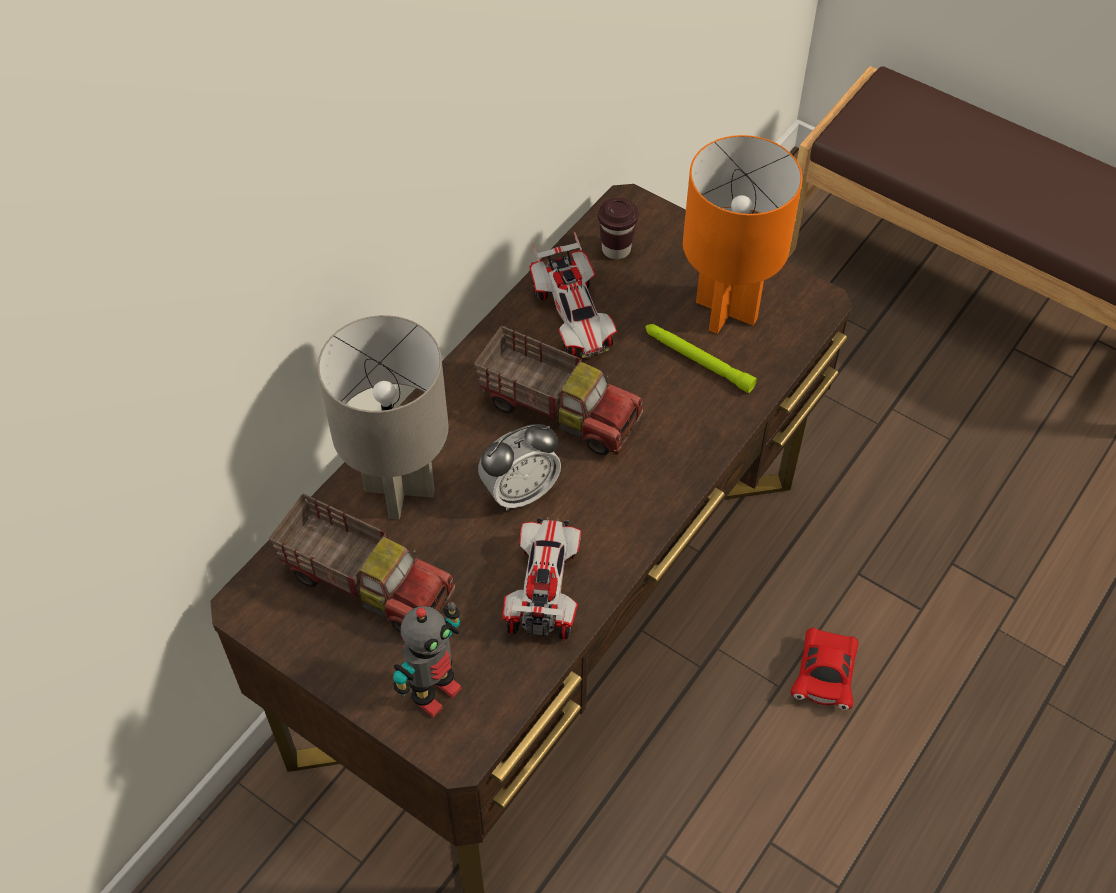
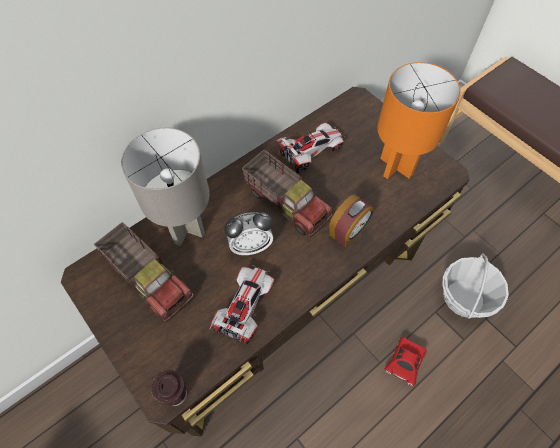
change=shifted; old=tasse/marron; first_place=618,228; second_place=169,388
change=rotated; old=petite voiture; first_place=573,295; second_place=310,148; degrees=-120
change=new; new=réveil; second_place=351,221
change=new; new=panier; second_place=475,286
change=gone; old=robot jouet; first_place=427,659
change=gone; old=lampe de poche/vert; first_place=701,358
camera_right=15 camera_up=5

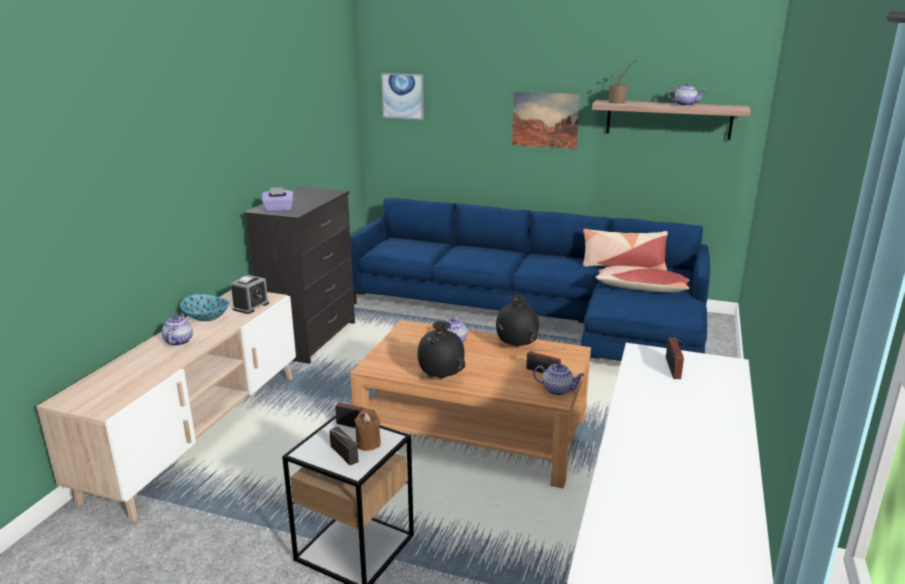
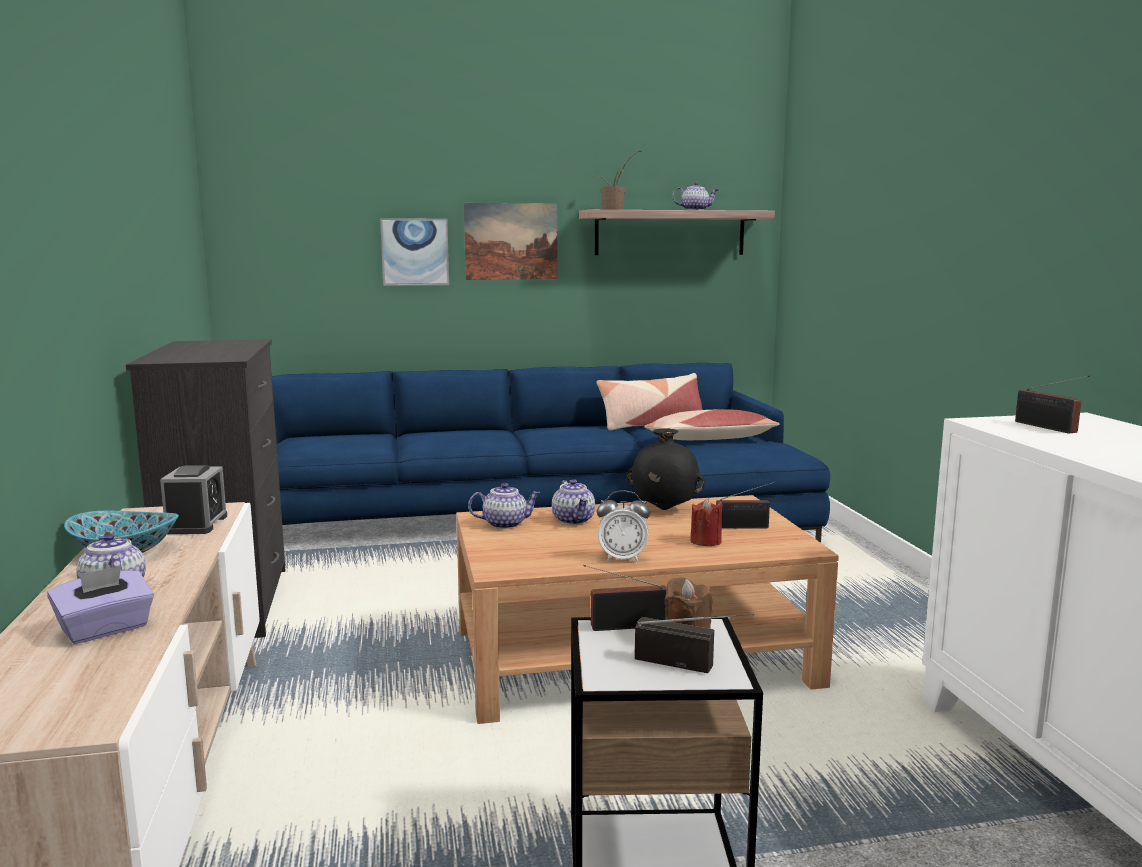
change=shifted; old=boîte à mouchoirs/violet; first_place=277,199; second_place=100,605
change=shifted; old=tableau; first_place=402,96; second_place=414,252
change=shifted; old=théière; first_place=558,379; second_place=504,506
change=swapped; old=vase/noir; new=réveil; first_place=441,350; second_place=623,526
change=new; new=bougie/rouge; second_place=707,521
camera_right=-30 camera_up=-10

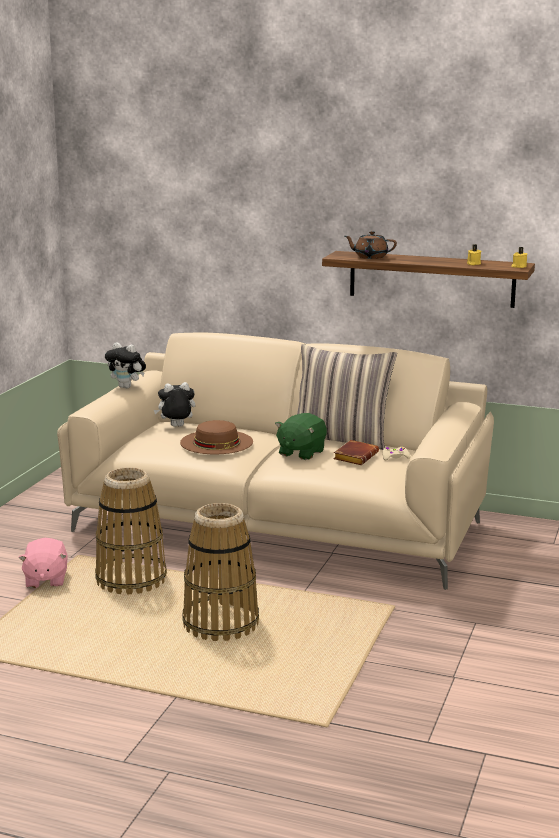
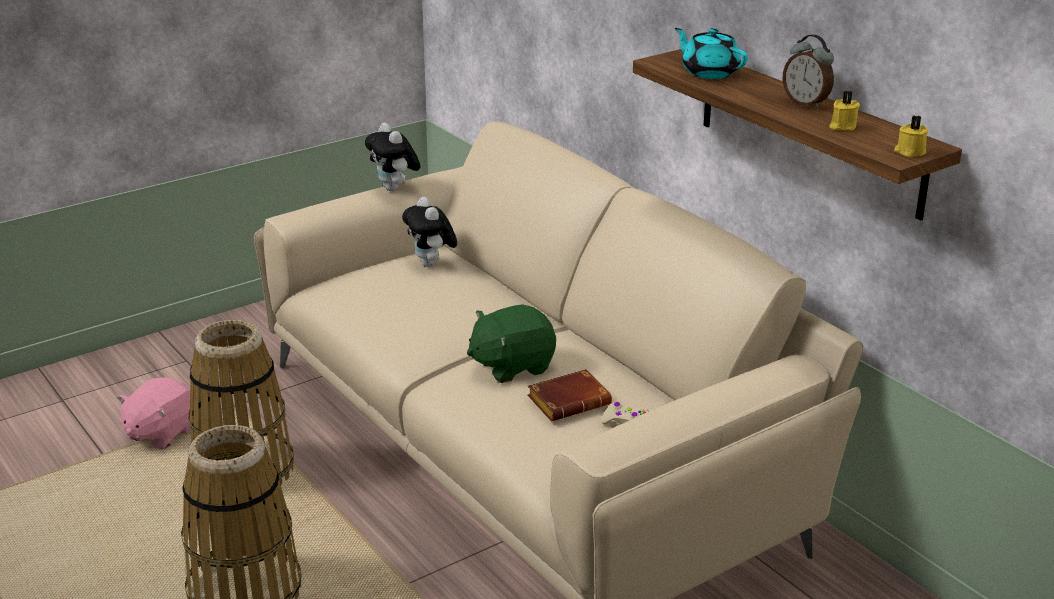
change=rotated; old=peluche; first_place=174,404; second_place=429,232; degrees=-135
change=repainted; old=théière/marron; new=théière/turquoise; first_place=371,245; second_place=711,53
change=new; new=réveil; second_place=808,71
change=gone; old=chapeau/marron; first_place=216,437
change=gone; old=coussin; first_place=347,397
camera_right=35 camera_up=10

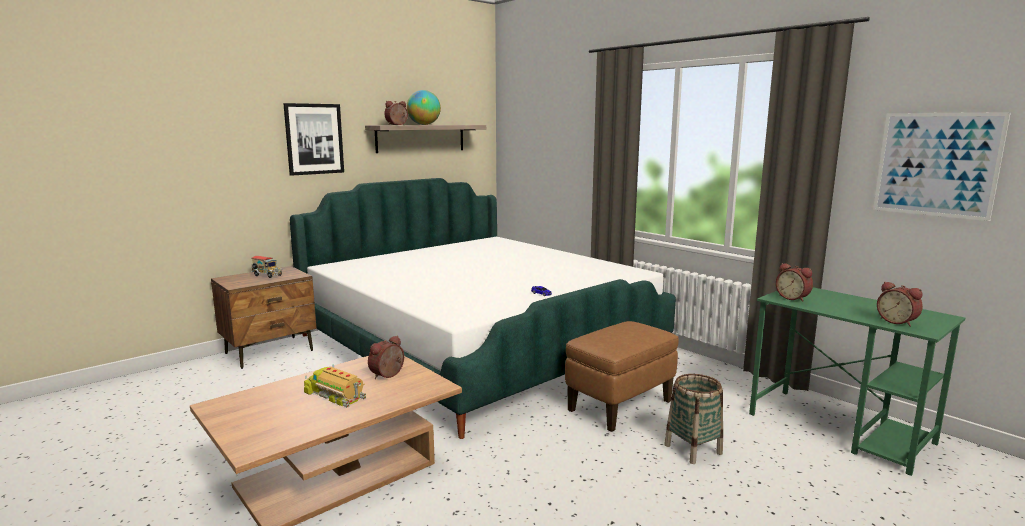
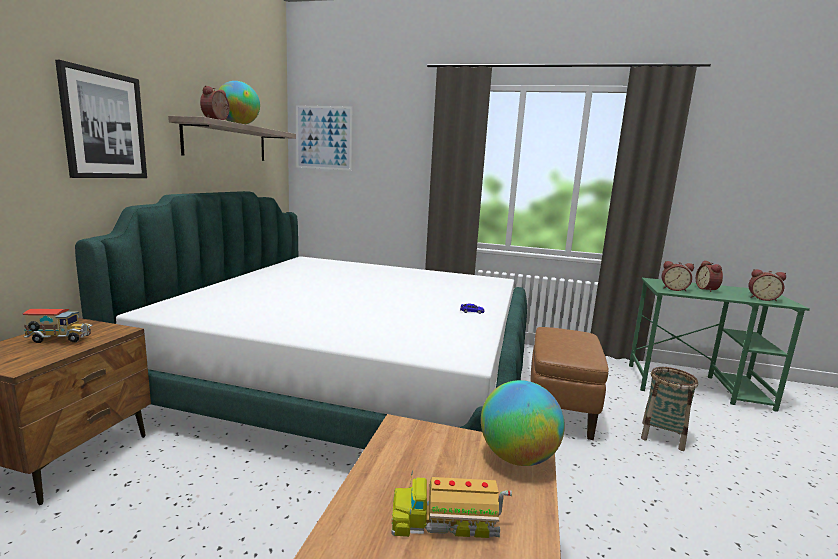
change=shifted; old=tableau; first_place=942,166; second_place=324,138
change=new; new=globe; second_place=523,423
change=shifted; old=réveil; first_place=386,357; second_place=709,276
camera_right=-35 camera_up=0

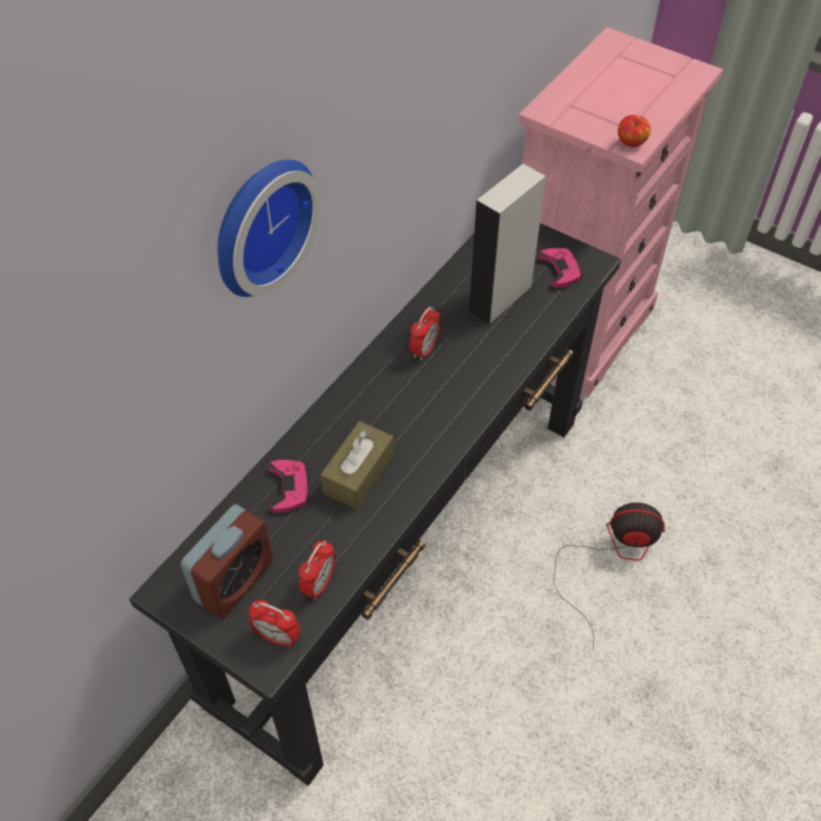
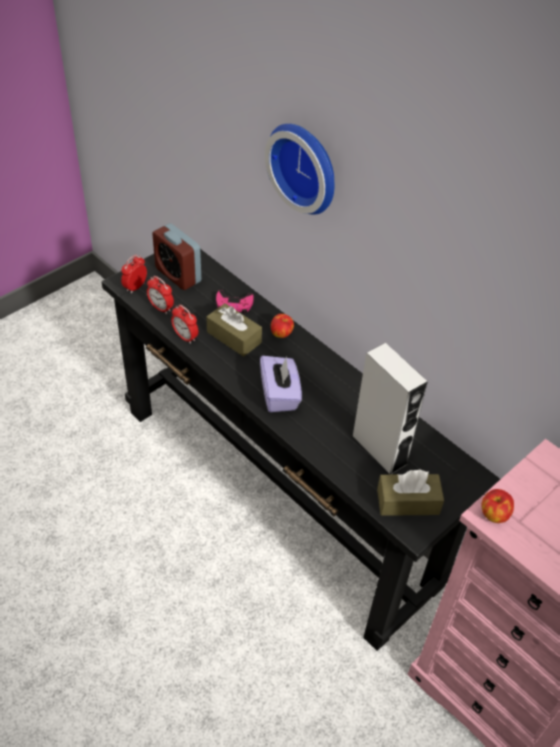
change=shifted; old=réveil; first_place=424,334; second_place=184,324
change=new; new=boîte à mouchoirs/violet; second_place=281,384
change=new; new=pomme; second_place=282,326
change=swapped; old=manette/rose; new=boîte à mouchoirs/marron; first_place=561,268; second_place=410,492
change=gone; old=ventilateur; first_place=609,575
camera_right=100 camera_up=-5

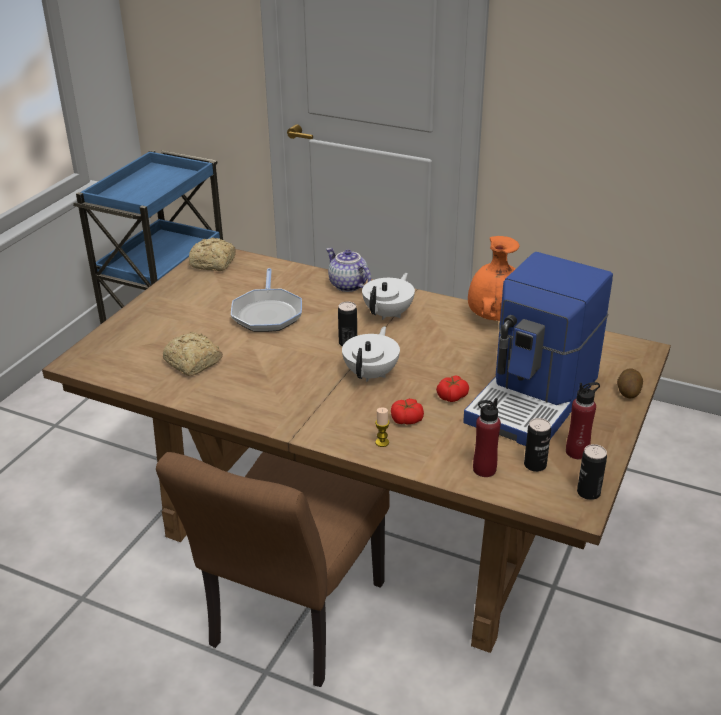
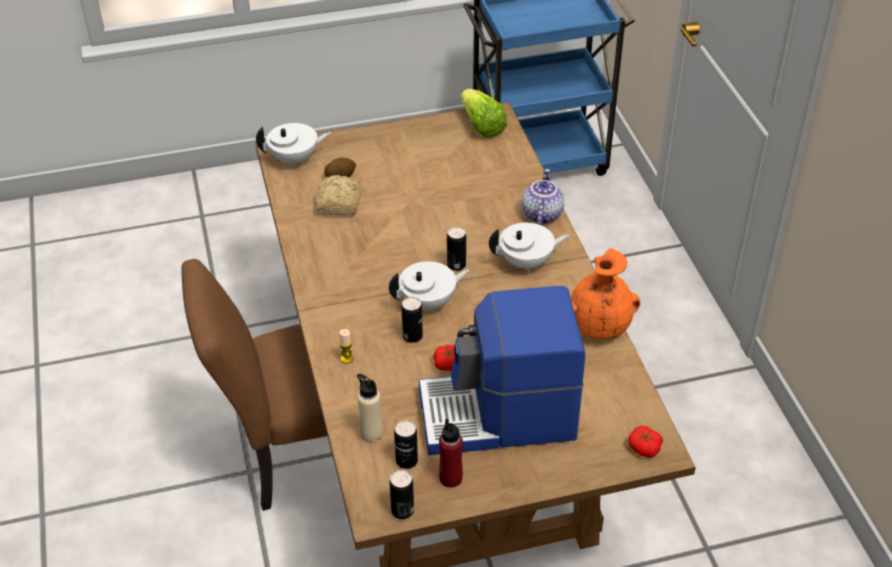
change=new; new=théière/blanc; second_place=293,145
change=shifted; old=pomme de terre; first_place=630,383; second_place=340,167
change=repainted; old=bouteille/rouge; new=bouteille/beige; first_place=487,437; second_place=370,408
change=new; new=boîte métallique; second_place=412,320
change=swapped; old=pain; new=laitue; first_place=212,254; second_place=484,113
change=shifted; old=tomate; first_place=407,411; second_place=645,442
change=gone; old=poêle; first_place=266,300
camera_right=50 camera_up=10

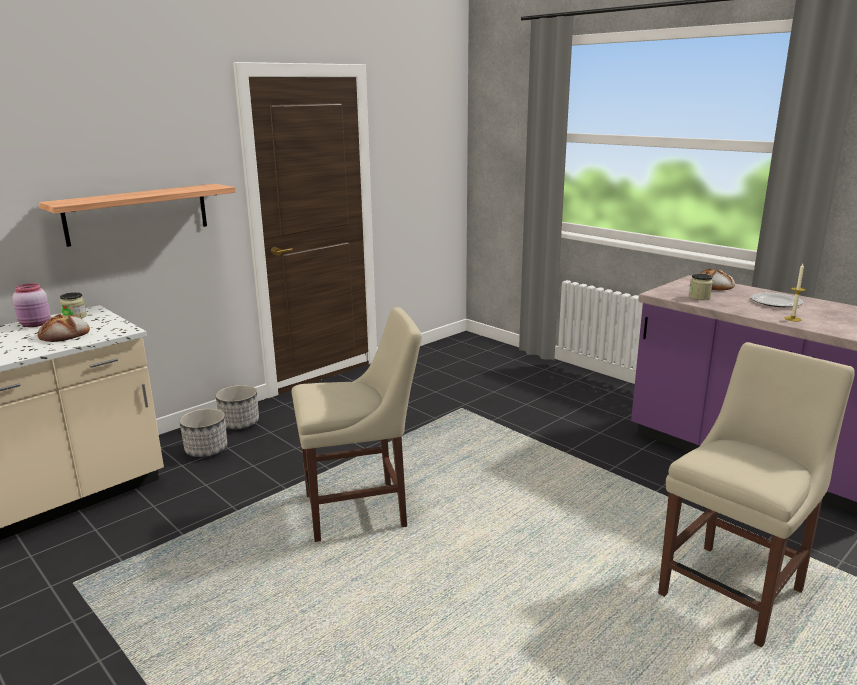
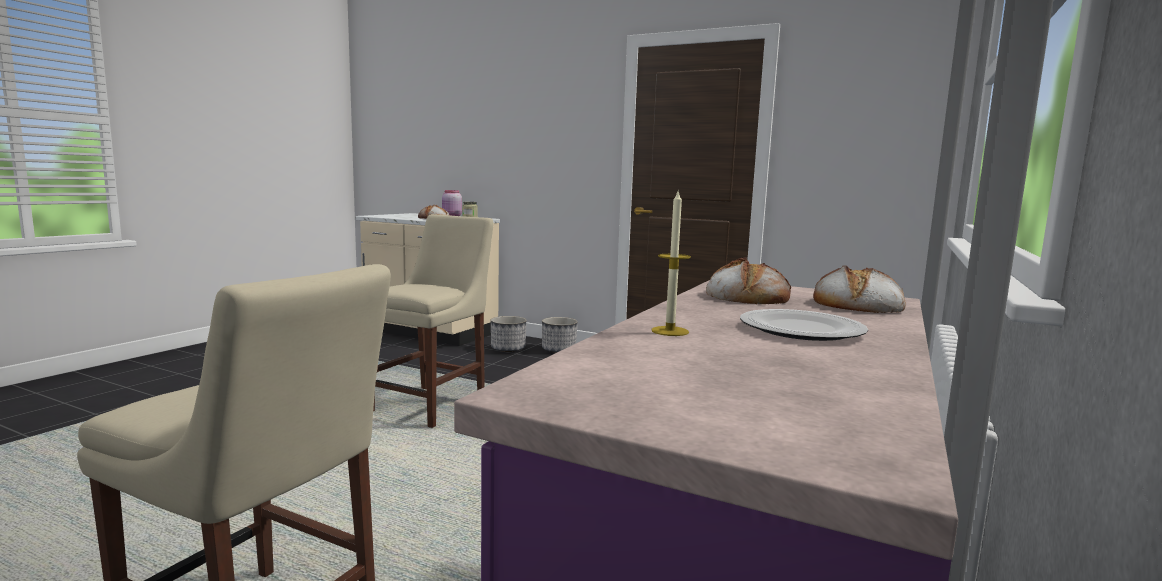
change=rotated; old=chaise/beige; first_place=357,424; second_place=433,321; degrees=-120
change=swapped; old=bocal; new=pain; first_place=701,286; second_place=748,280
change=gone; old=étagère; first_place=137,215
camera_right=70 camera_up=-10

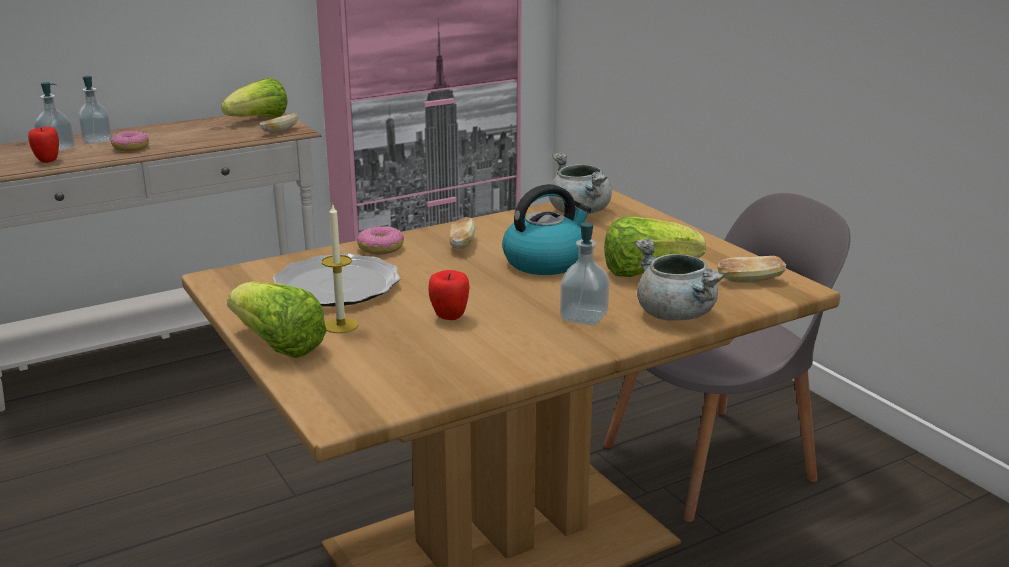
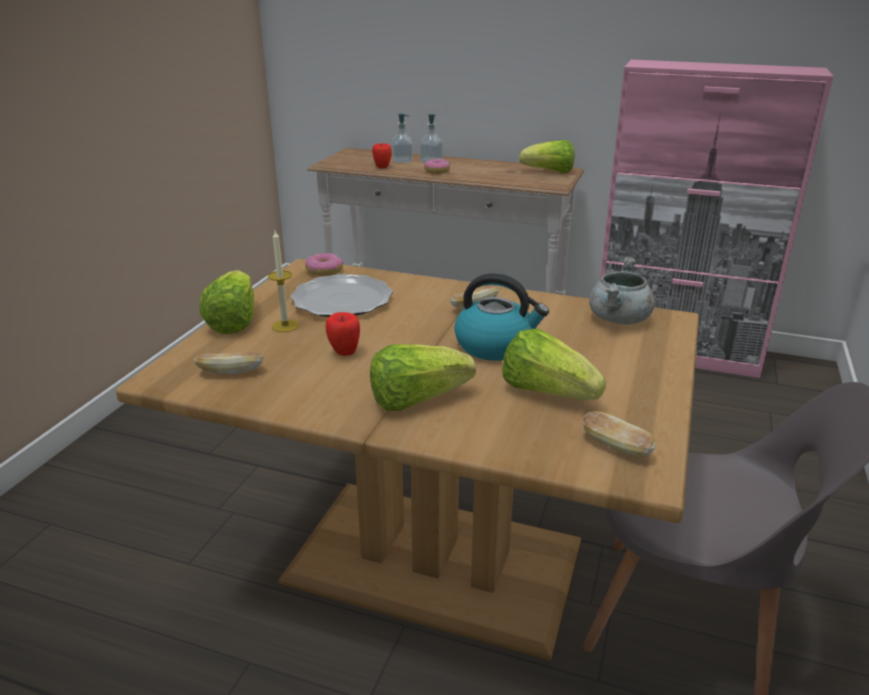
change=shifted; old=pain; first_place=278,122; second_place=229,363
change=shifted; old=beignet; first_place=380,240; second_place=324,264
change=swapped; old=distributeur de savon; new=laitue; first_place=584,274; second_place=423,377
change=gone; old=marmite/gris; first_place=679,279
camera_right=50 camera_up=5

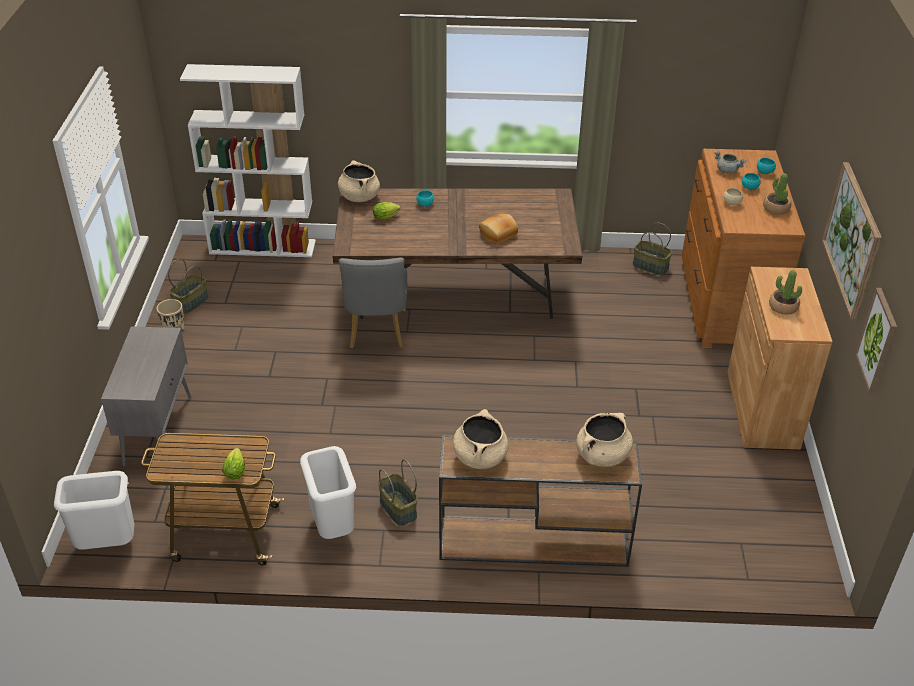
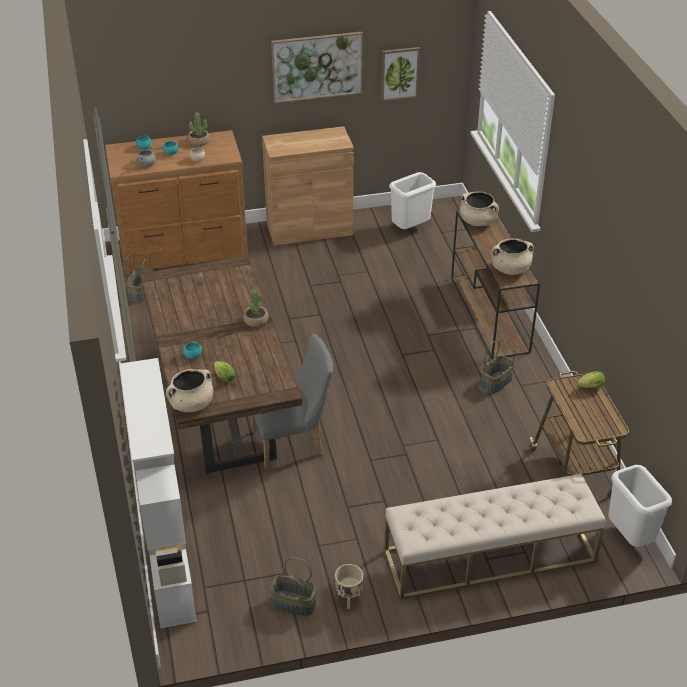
change=shifted; old=plante en pot; first_place=785,292; second_place=255,308
change=swapped; old=meuble de rangement/gris; new=banc/beige; first_place=146,396; second_place=495,537
change=shifted; old=poubelle/blanc; first_place=328,492; second_place=412,200
change=gone; old=pain; first_place=498,229
camera_right=-105 camera_up=0

